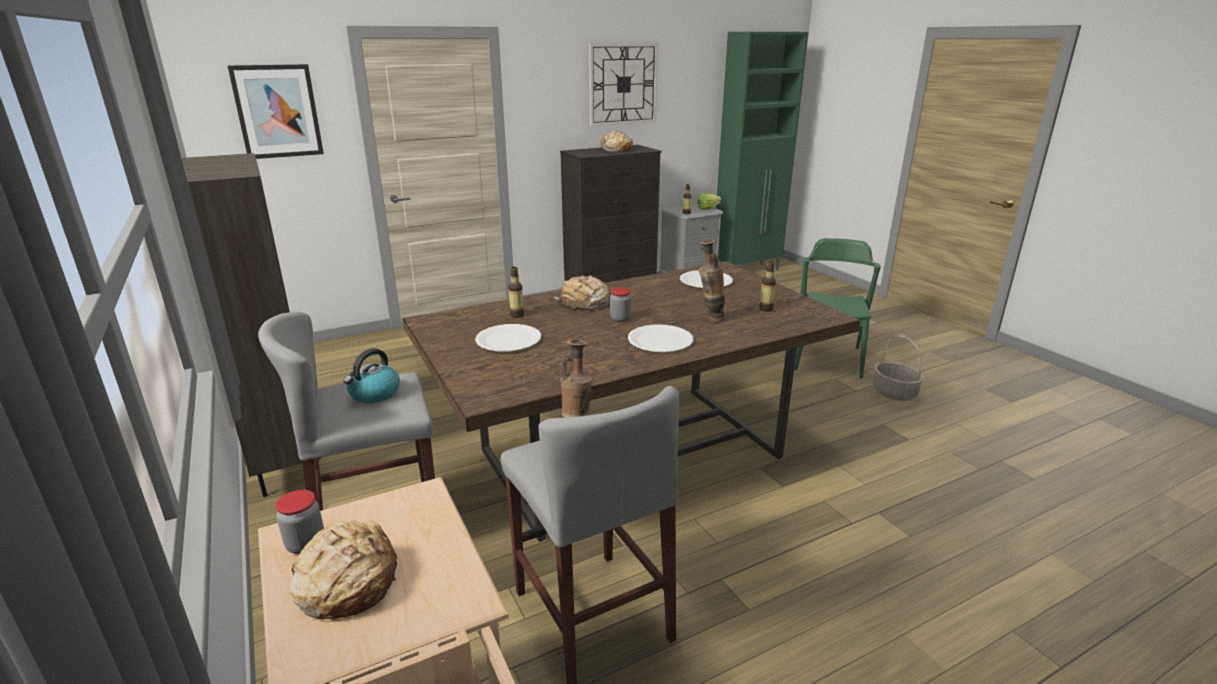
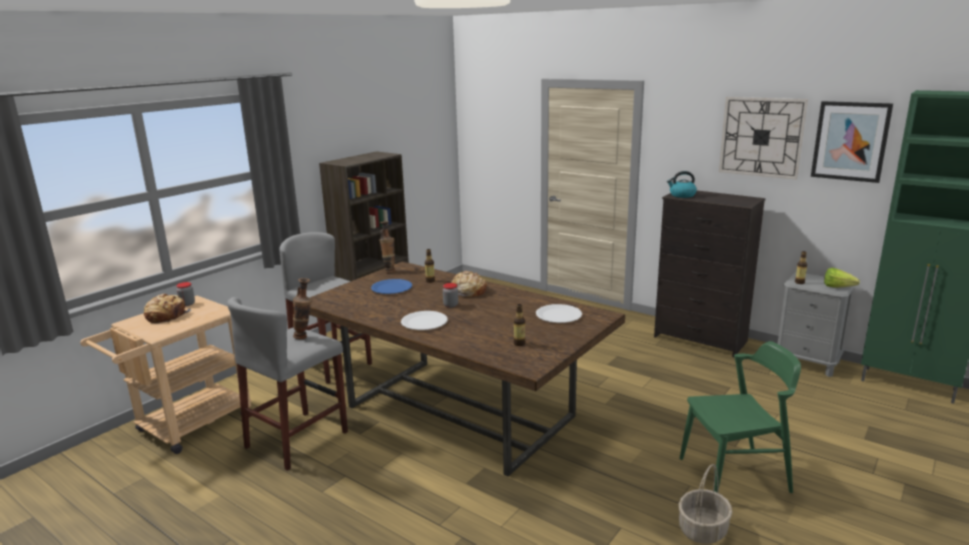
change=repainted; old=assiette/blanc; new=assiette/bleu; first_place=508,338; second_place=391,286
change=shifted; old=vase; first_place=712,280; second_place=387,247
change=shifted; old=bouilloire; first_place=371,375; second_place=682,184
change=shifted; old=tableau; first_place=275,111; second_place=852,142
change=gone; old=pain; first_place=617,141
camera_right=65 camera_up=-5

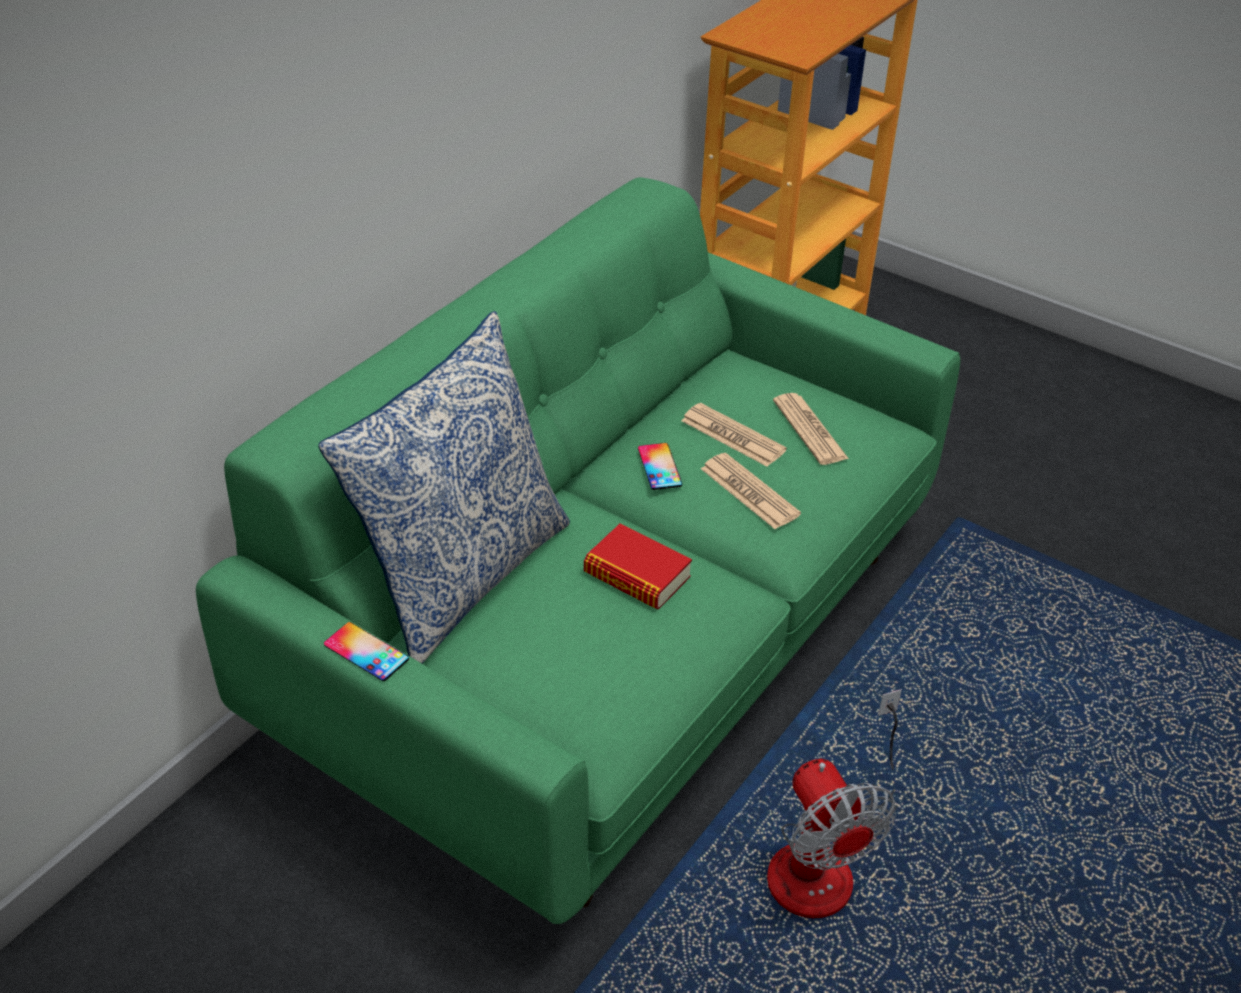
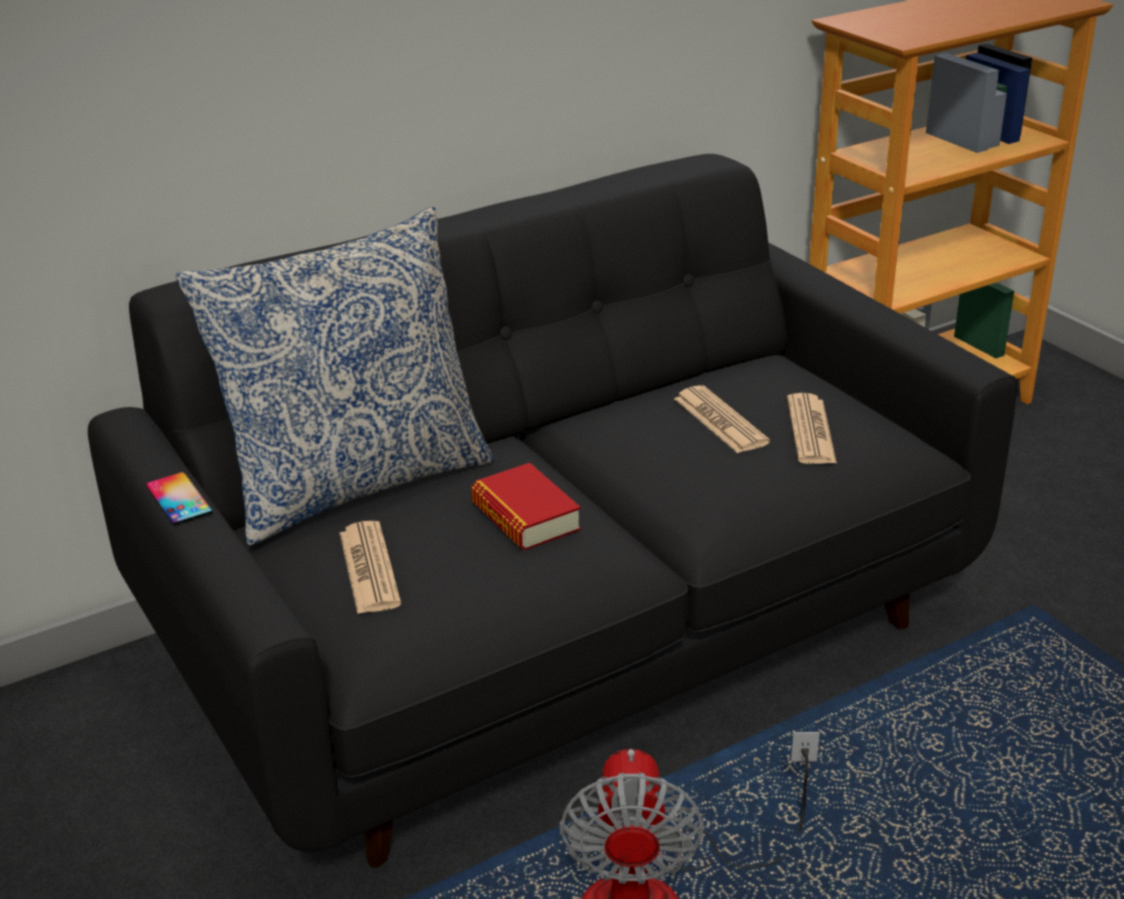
change=repainted; old=canapé/vert; new=canapé/noir; first_place=578,550; second_place=552,511
change=shifted; old=journal; first_place=751,491; second_place=370,567
change=gone; old=téléphone; first_place=660,466
camera_right=25 camera_up=-10

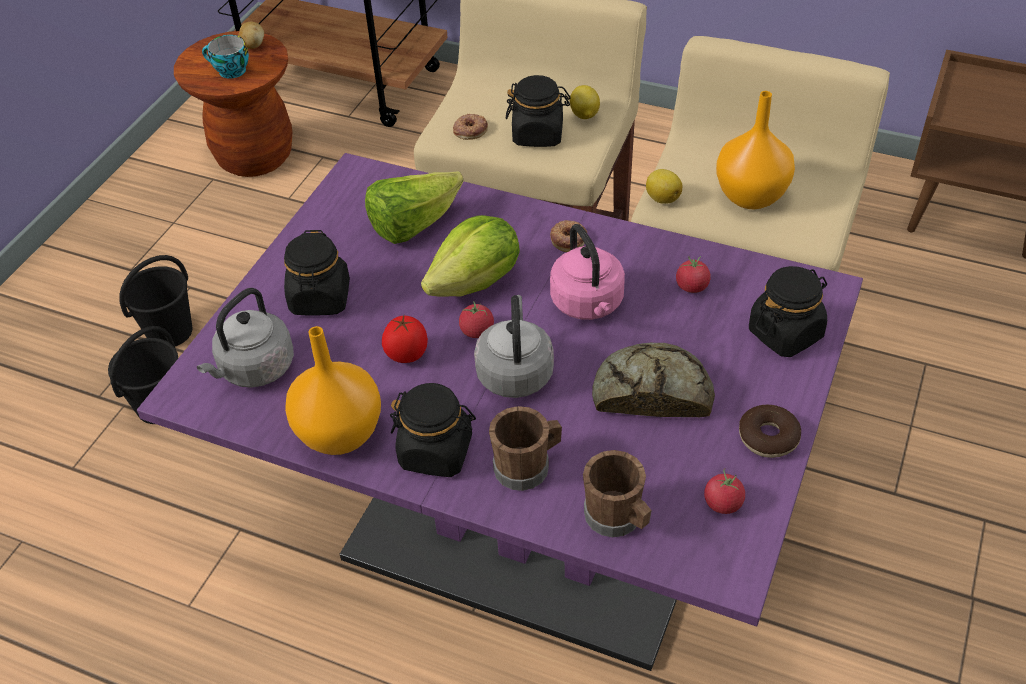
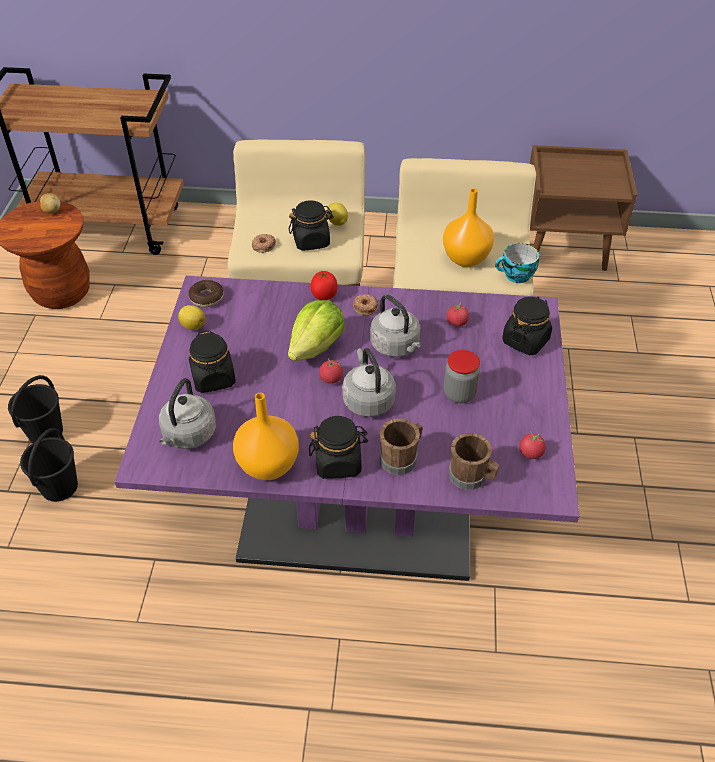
change=shifted; old=citron; first_place=664,186; second_place=192,317
change=shifted; old=beignet; first_place=770,431; second_place=206,293
change=shifted; old=tomate; first_place=405,339; second_place=324,285
change=repainted; old=bouilloire/rose; new=bouilloire/gris; first_place=587,272; second_place=396,326
change=swapped; old=pain; new=bocal; first_place=653,380; second_place=462,376
change=shifted; old=tasse; first_place=225,57; second_place=517,263
change=gone; old=laitue; first_place=414,207
camera_right=-20 camera_up=0

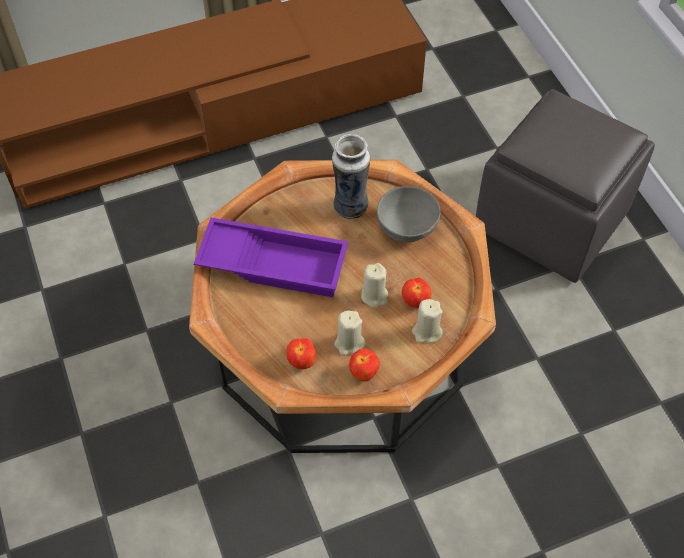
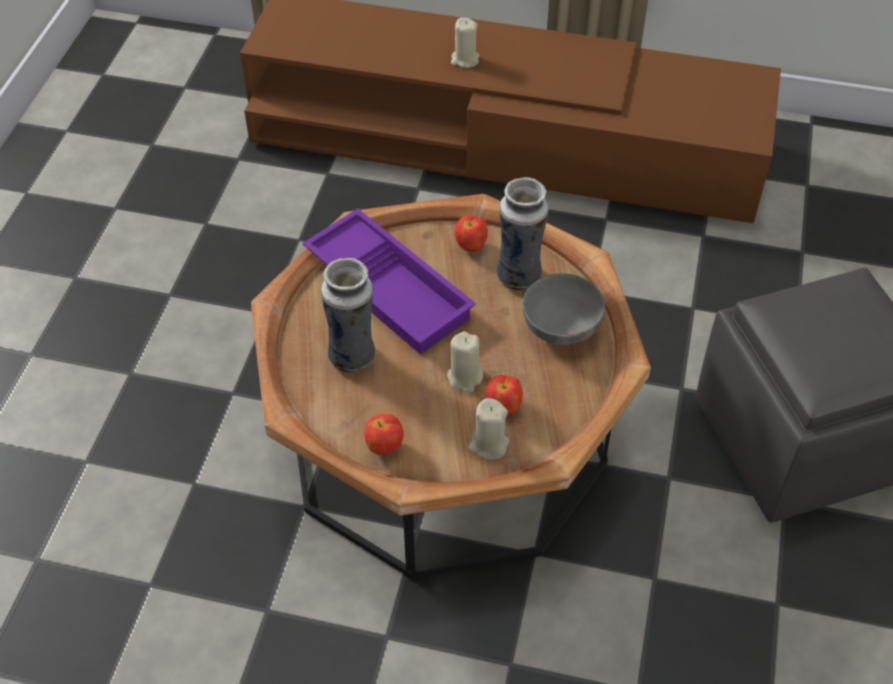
change=new; new=vase; second_place=348,315
change=shifted; old=bougie/beige; first_place=349,333; second_place=465,43
change=shifted; old=pomme; first_place=301,354; second_place=471,233
camera_right=35 camera_up=-5

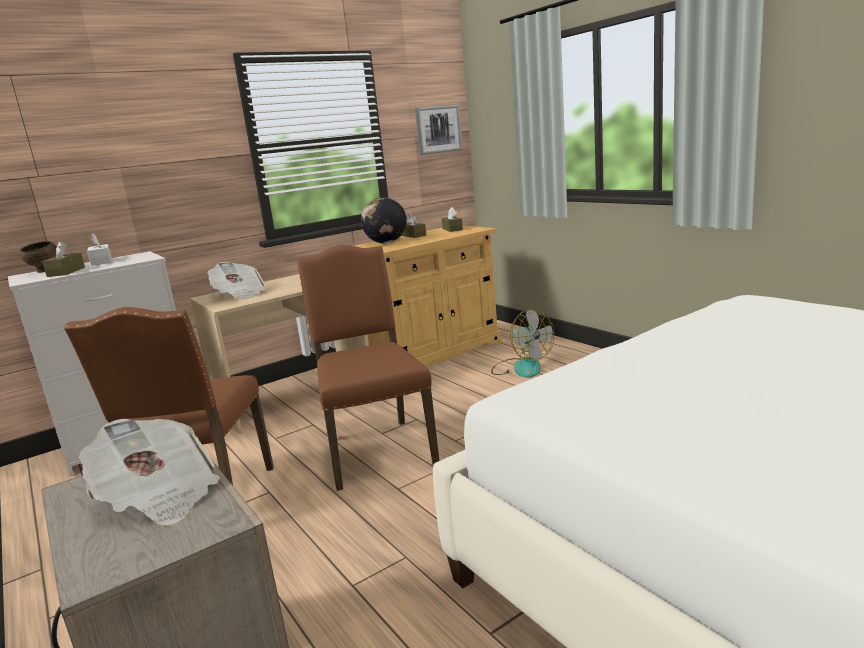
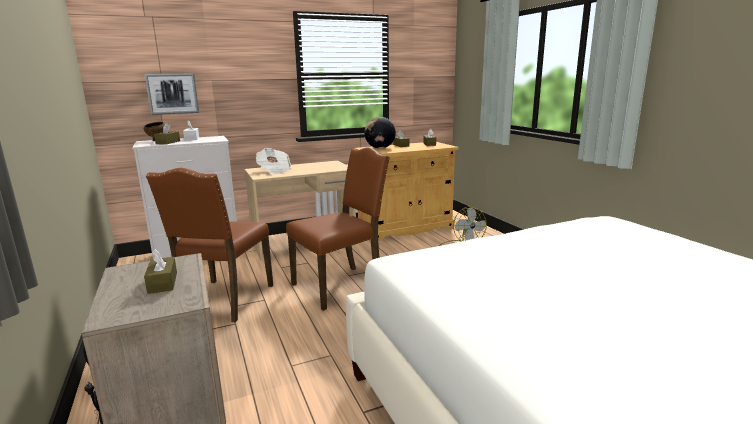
change=shifted; old=tableau; first_place=438,129; second_place=171,94
change=swapped; old=journal; new=boîte à mouchoirs/marron; first_place=149,472; second_place=160,271
change=rotated; old=chaise/marron; first_place=368,368; second_place=338,229; degrees=60
camera_right=10 camera_up=0

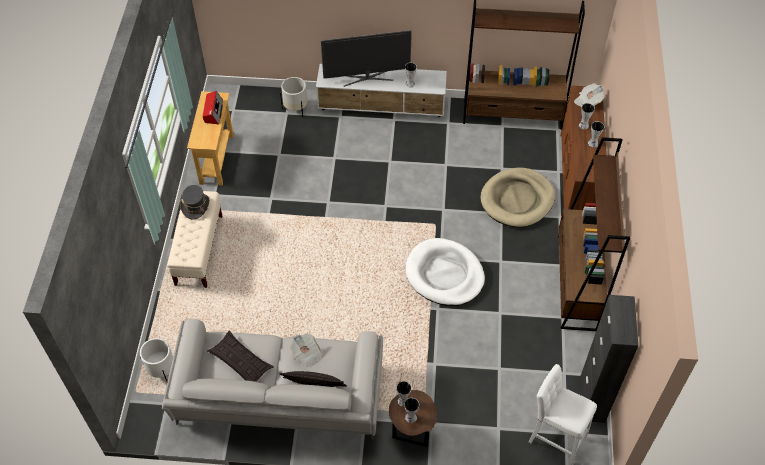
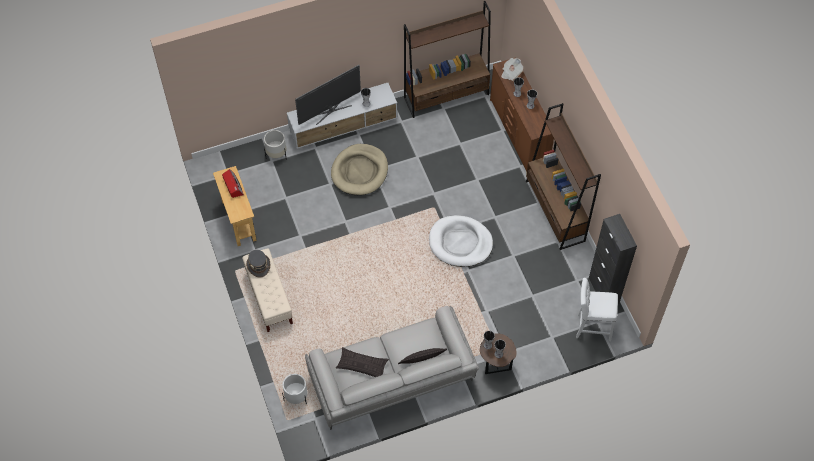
change=shifted; old=panier pour chien/beige; first_place=517,197; second_place=359,169
change=gone; old=journal; first_place=306,351
camera_right=-25 camera_up=5

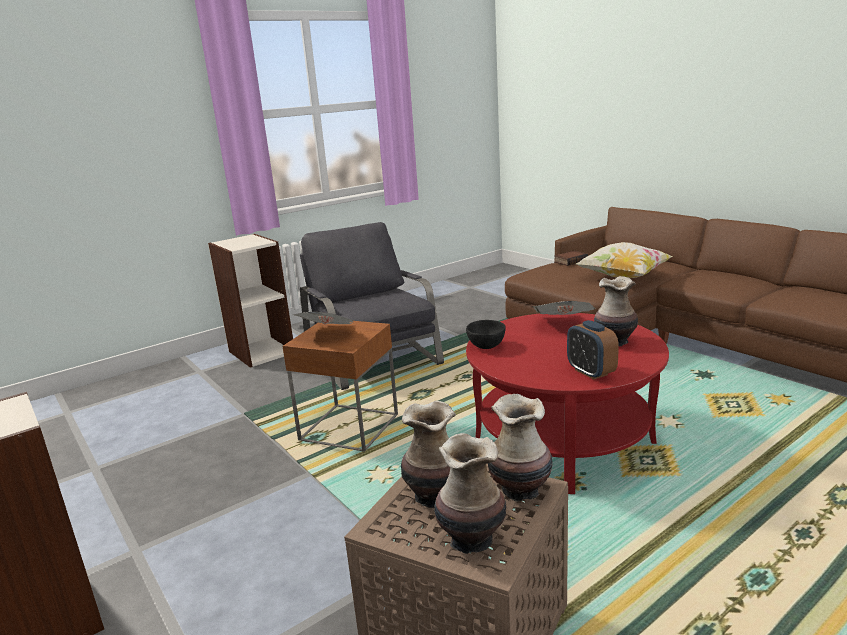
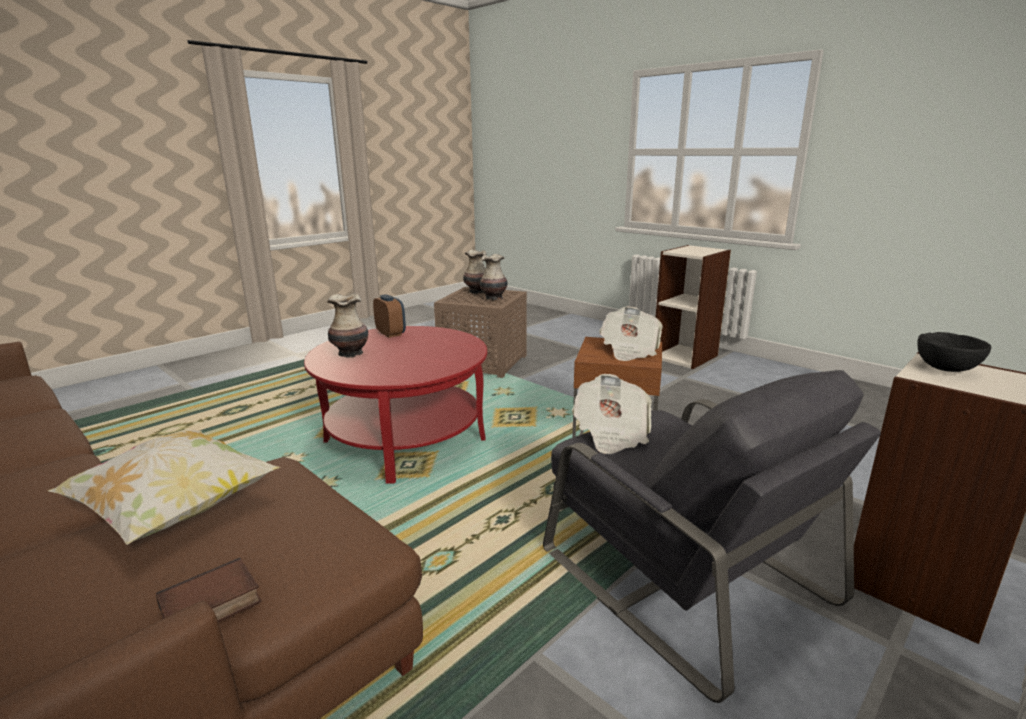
change=shifted; old=journal; first_place=564,308; second_place=612,414
change=shifted; old=bol/noir; first_place=486,334; second_place=954,352
change=gone; old=vase; first_place=520,448
camera_right=170 camera_up=0

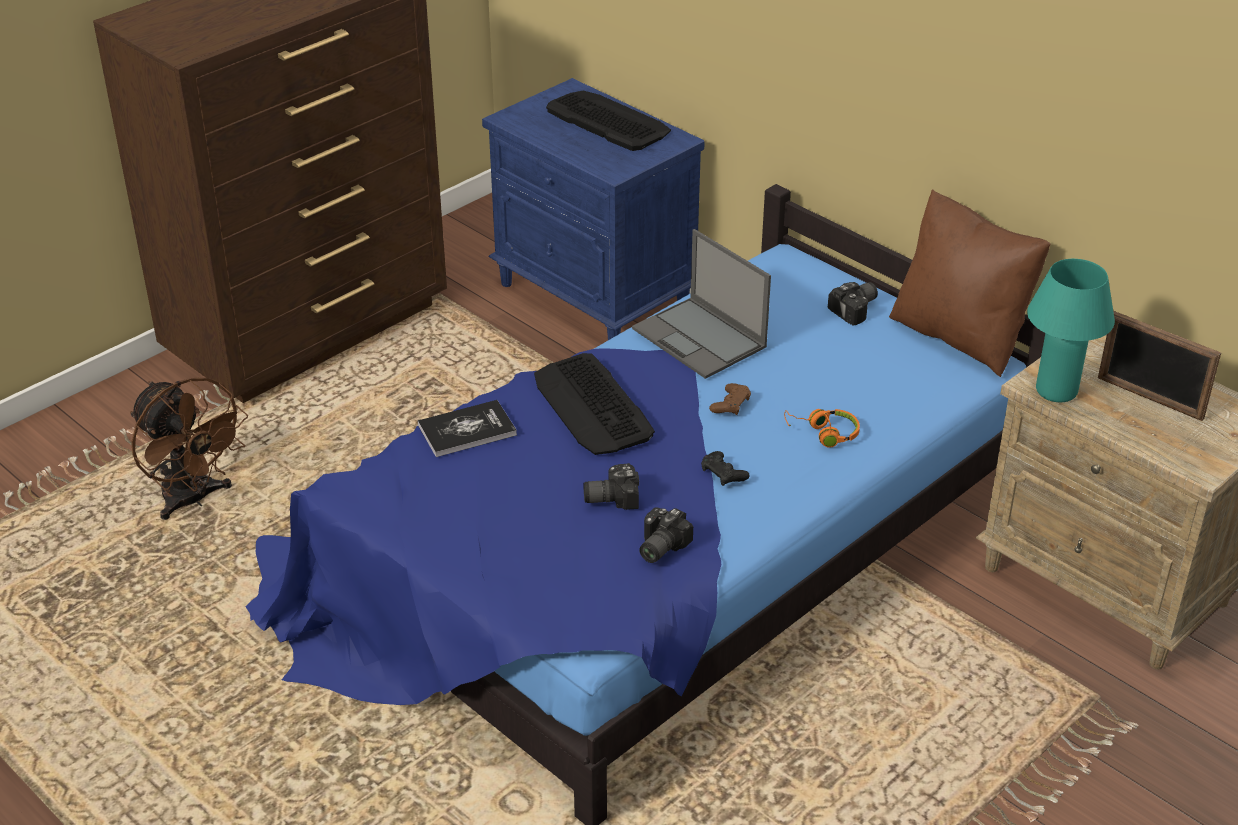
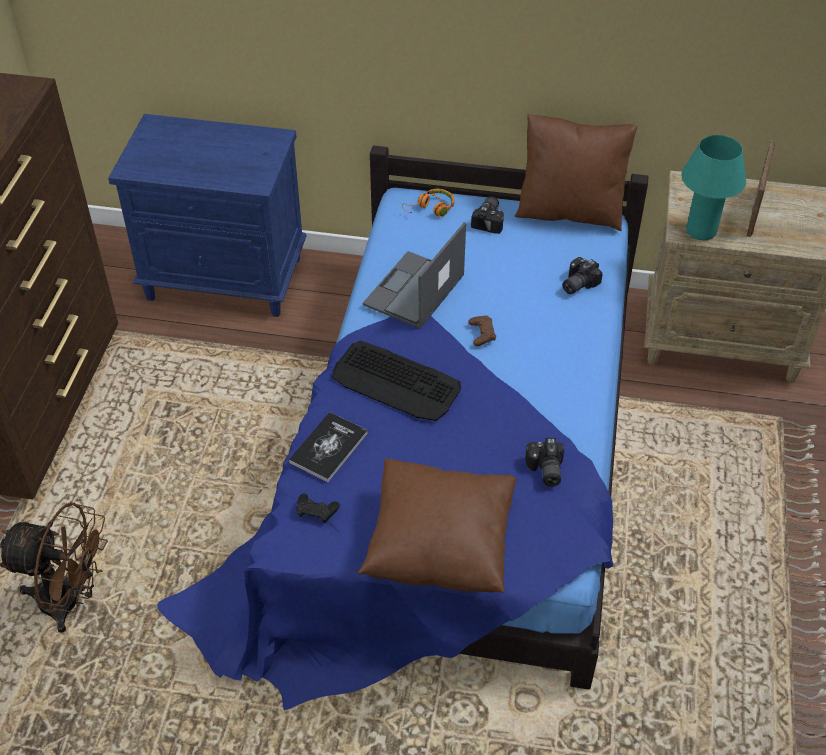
change=shifted; old=manette/noir; first_place=725,468; second_place=318,508
change=new; new=coussin/marron; second_place=437,525
change=rotated; old=ordinateur portable; first_place=701,304; second_place=414,275; degrees=105
change=shifted; old=casque audio/orange; first_place=822,428; second_place=428,203
change=shifted; old=appareil photo; first_place=611,486; second_place=583,275
change=rotated; old=cadre photo; first_place=1159,366; second_place=761,189; degrees=-75
change=gone; old=clavier; first_place=608,121
camera_right=-35 camera_up=10

